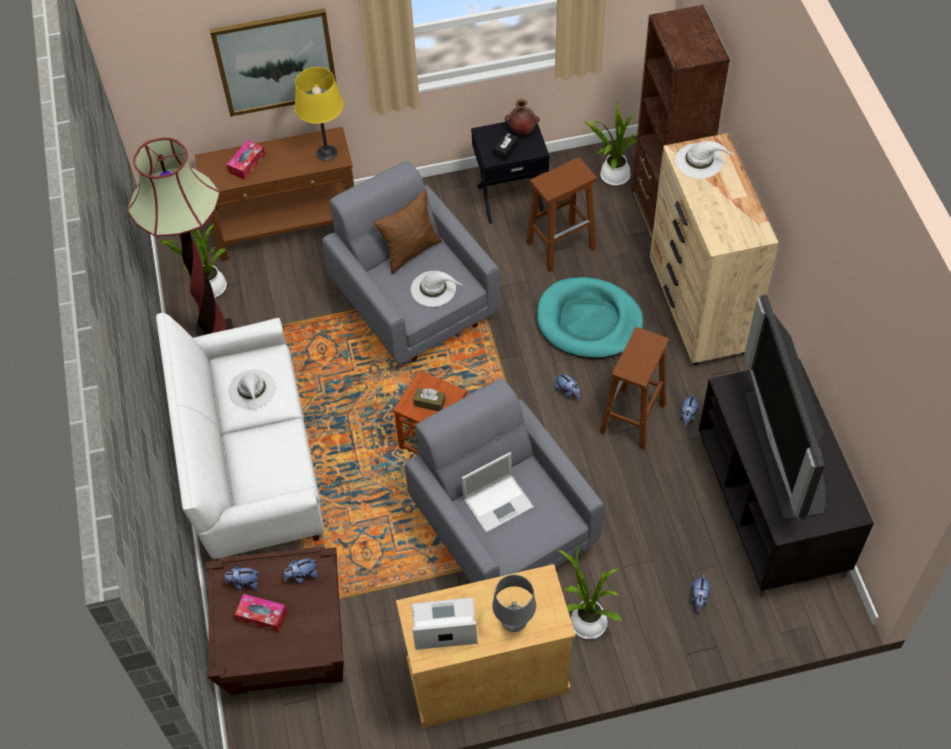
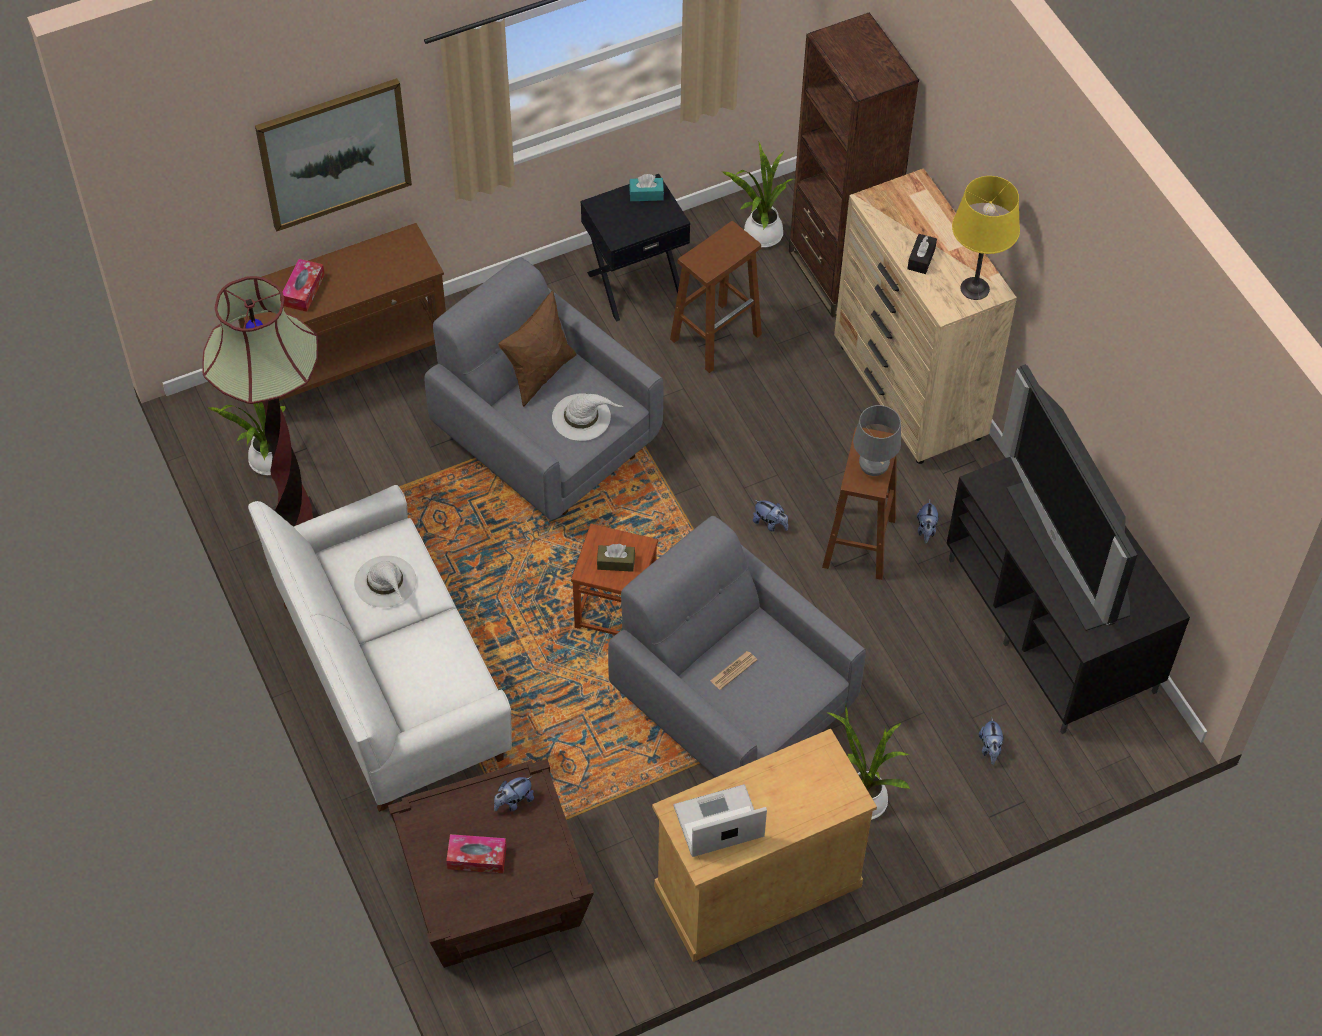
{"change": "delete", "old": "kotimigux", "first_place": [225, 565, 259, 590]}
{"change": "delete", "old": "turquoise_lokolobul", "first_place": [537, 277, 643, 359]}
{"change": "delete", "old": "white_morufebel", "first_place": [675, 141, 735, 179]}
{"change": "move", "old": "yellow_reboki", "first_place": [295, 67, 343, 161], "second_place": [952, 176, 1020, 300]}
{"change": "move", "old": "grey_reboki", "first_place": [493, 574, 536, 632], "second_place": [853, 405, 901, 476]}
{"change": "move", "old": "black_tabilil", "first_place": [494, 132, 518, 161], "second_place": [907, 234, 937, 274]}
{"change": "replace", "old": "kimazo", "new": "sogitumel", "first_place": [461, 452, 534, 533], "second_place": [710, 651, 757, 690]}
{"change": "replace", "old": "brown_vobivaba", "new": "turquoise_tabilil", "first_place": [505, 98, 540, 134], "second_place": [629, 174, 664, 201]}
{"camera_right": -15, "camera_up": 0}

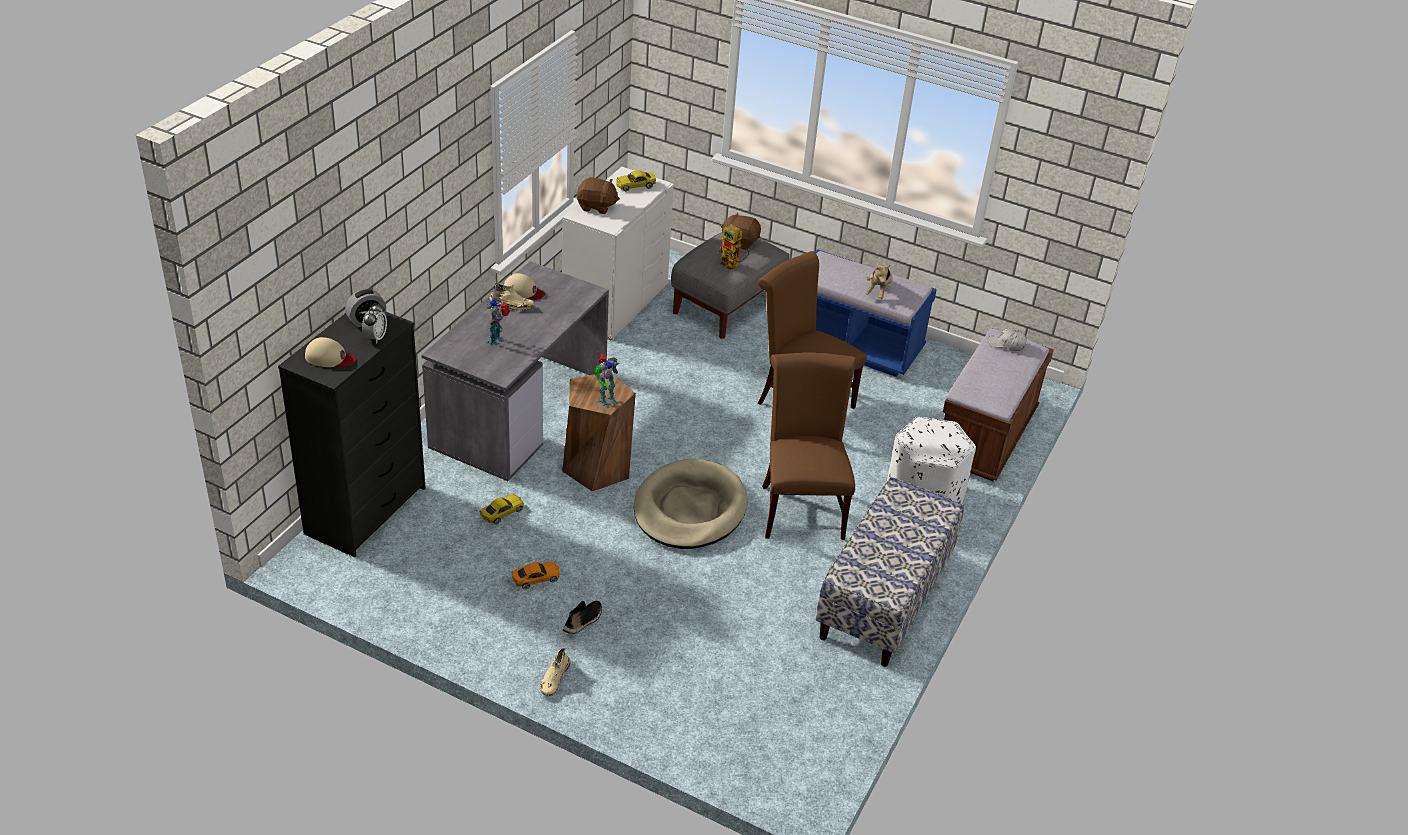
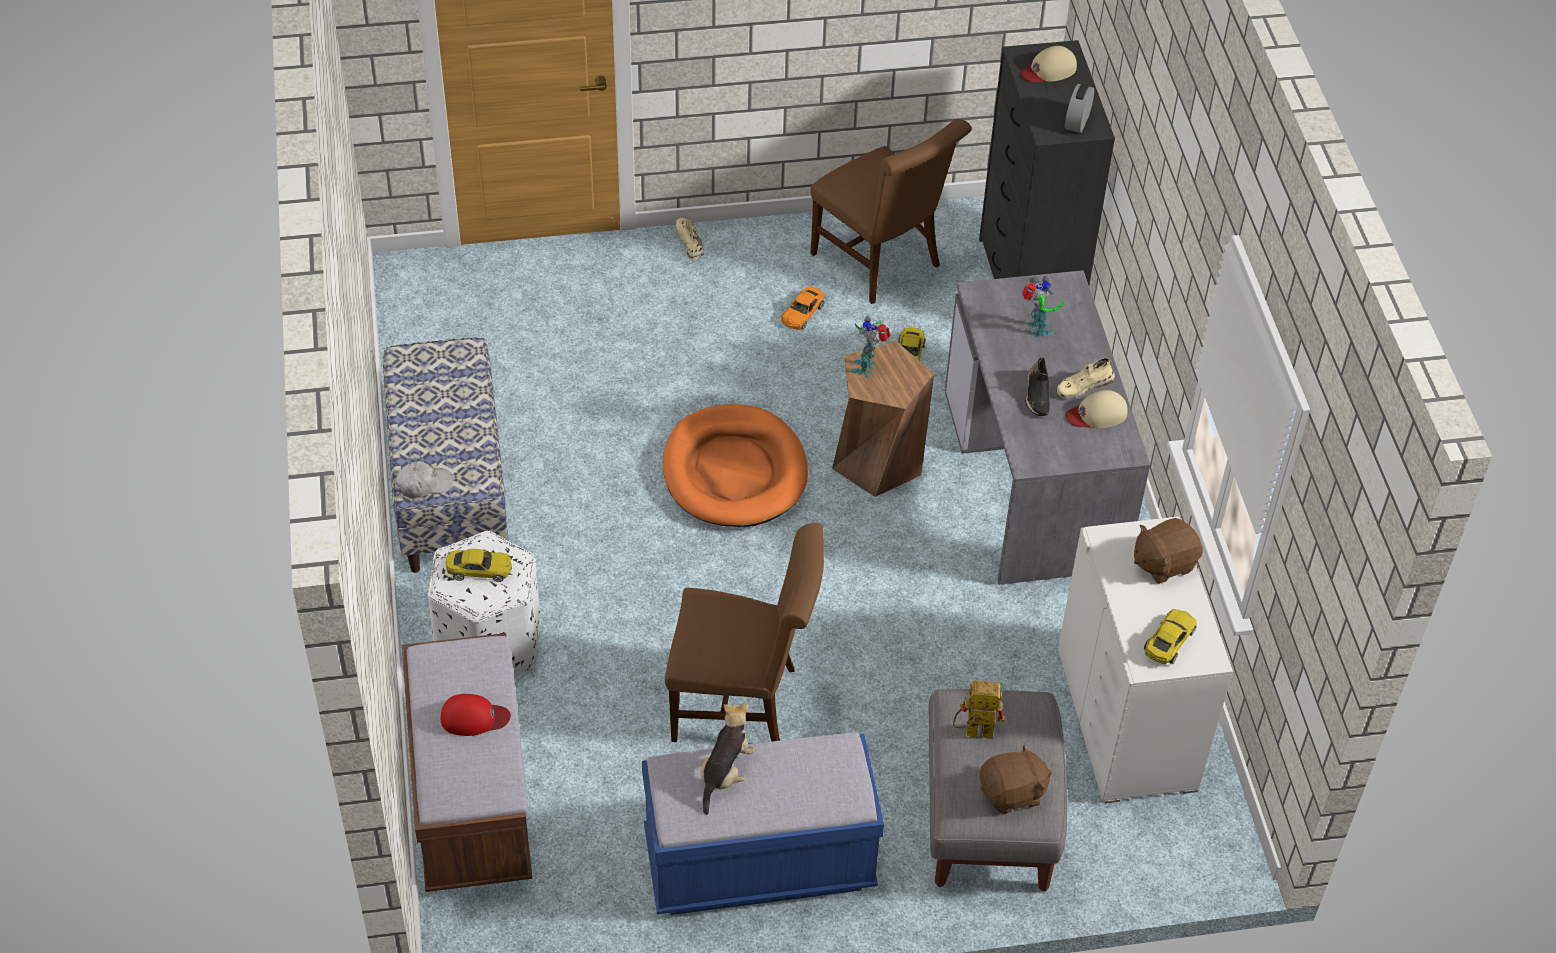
{"change": "delete", "old": "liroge", "first_place": [362, 303, 387, 344]}
{"change": "insert", "new": "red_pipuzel", "second_place": [441, 694, 511, 736]}
{"change": "insert", "new": "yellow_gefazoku", "second_place": [446, 549, 512, 582]}
{"change": "move", "old": "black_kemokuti", "first_place": [563, 601, 602, 634], "second_place": [1026, 357, 1050, 416]}
{"change": "move", "old": "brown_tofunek", "first_place": [762, 352, 857, 540], "second_place": [810, 119, 972, 304]}
{"change": "move", "old": "white_pipuzel", "first_place": [988, 328, 1027, 351], "second_place": [396, 461, 453, 497]}
{"change": "recolor", "old": "beige_lokolobul", "new": "orange_lokolobul", "first_place": [634, 459, 747, 549], "second_place": [663, 404, 808, 527]}
{"change": "rotate", "old": "kotimigux", "first_place": [865, 265, 892, 299], "second_place": [701, 702, 755, 815], "degrees": 45}
{"camera_right": 145, "camera_up": 10}

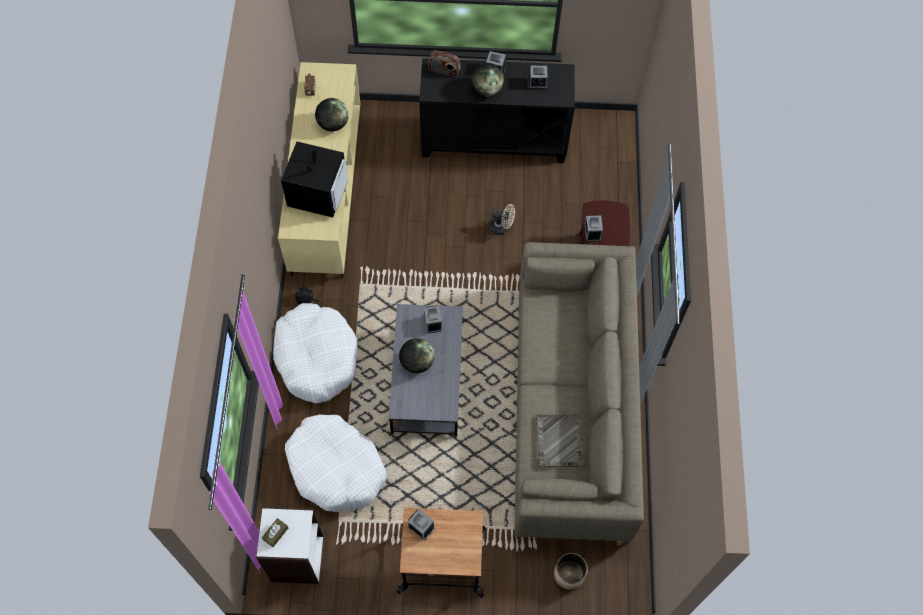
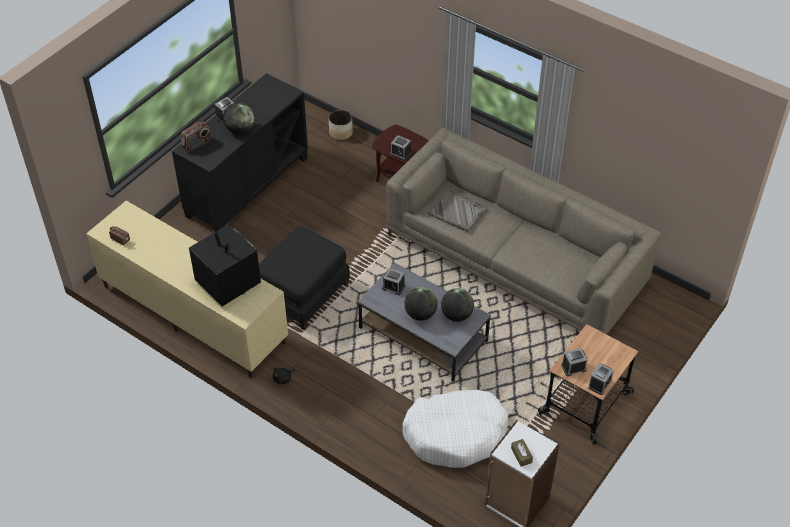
{"change": "delete", "old": "white_lokolobul", "first_place": [273, 303, 358, 403]}
{"change": "delete", "old": "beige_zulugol", "first_place": [489, 204, 515, 235]}
{"change": "insert", "new": "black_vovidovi", "second_place": [259, 226, 350, 330]}
{"change": "move", "old": "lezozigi", "first_place": [315, 98, 349, 131], "second_place": [441, 288, 474, 322]}
{"change": "move", "old": "liroge", "first_place": [527, 66, 548, 89], "second_place": [588, 363, 614, 395]}
{"change": "move", "old": "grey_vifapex", "first_place": [536, 414, 585, 467], "second_place": [428, 189, 488, 232]}
{"change": "move", "old": "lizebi", "first_place": [554, 553, 588, 590], "second_place": [329, 110, 353, 140]}
{"camera_right": -55, "camera_up": -15}

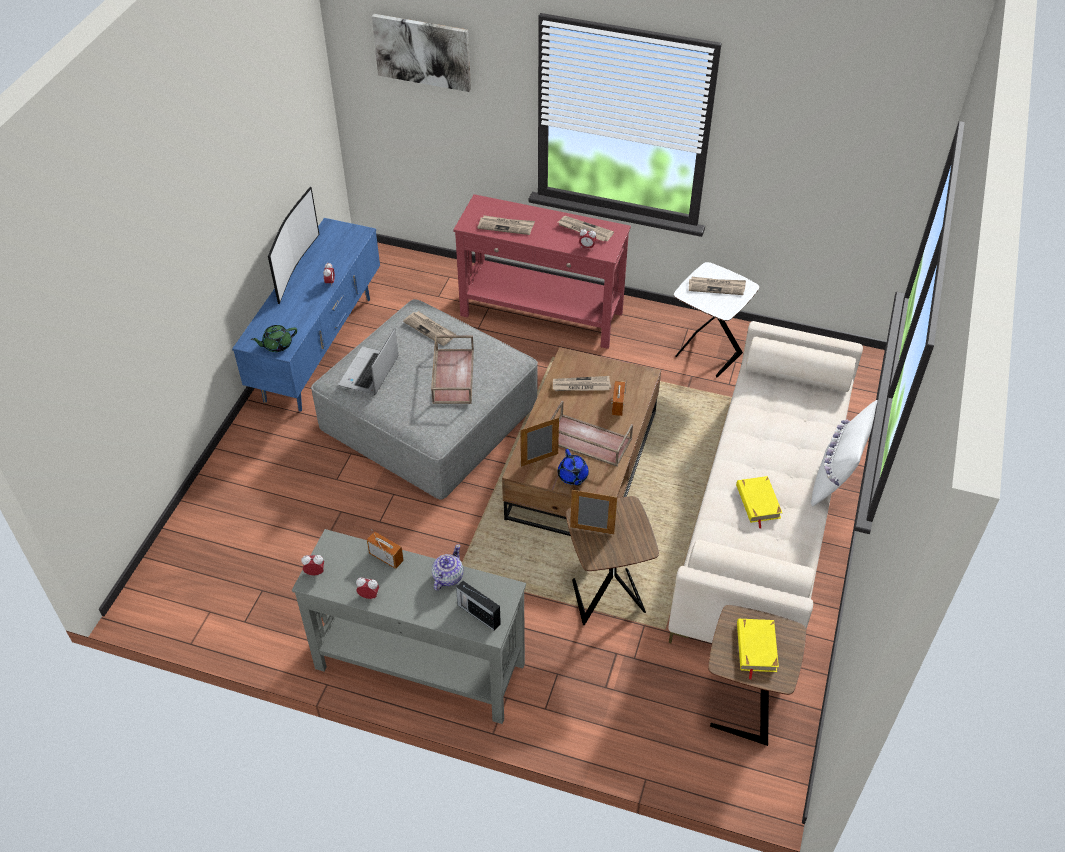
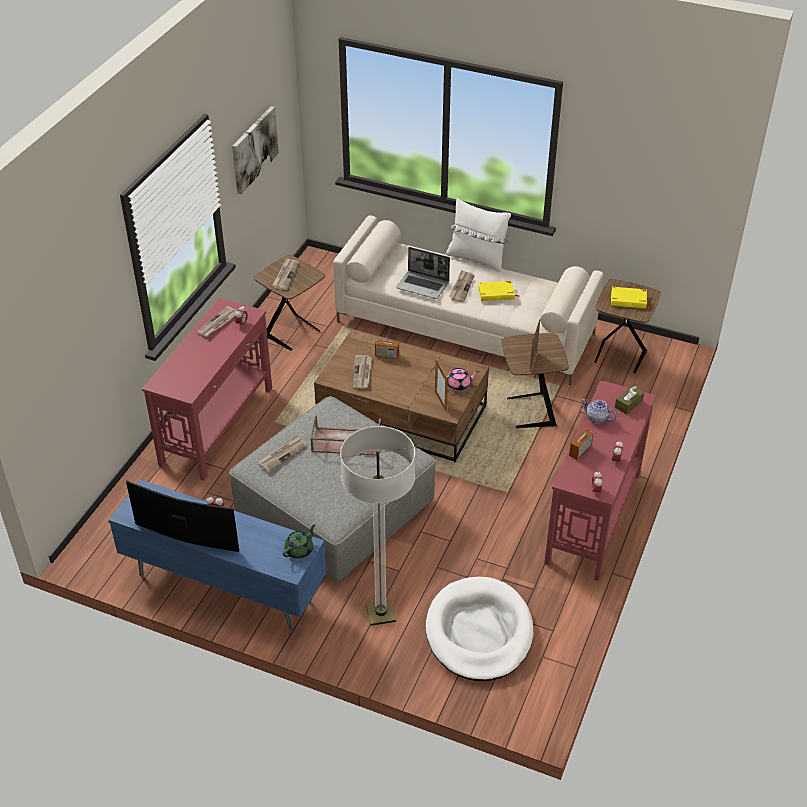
{"change": "delete", "old": "brown_vifapex", "first_place": [550, 401, 633, 467]}
{"change": "insert", "new": "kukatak", "second_place": [340, 426, 415, 626]}
{"change": "insert", "new": "white_lokolobul", "second_place": [426, 577, 533, 681]}
{"change": "move", "old": "kimazo", "first_place": [339, 328, 398, 395], "second_place": [396, 247, 450, 299]}
{"change": "move", "old": "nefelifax", "first_place": [372, 14, 471, 92], "second_place": [232, 106, 279, 194]}
{"change": "move", "old": "sogitumel", "first_place": [477, 215, 535, 235], "second_place": [449, 270, 475, 302]}
{"change": "replace", "old": "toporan", "new": "brown_tabilil", "first_place": [456, 581, 501, 631], "second_place": [615, 386, 644, 414]}
{"change": "recolor", "old": "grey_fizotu", "new": "red_fizotu", "first_place": [292, 529, 526, 724], "second_place": [544, 380, 656, 581]}
{"change": "recolor", "old": "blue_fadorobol", "new": "pink_fadorobol", "first_place": [558, 449, 589, 486], "second_place": [447, 368, 480, 391]}
{"change": "recolor", "old": "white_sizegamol", "new": "brown_sizegamol", "first_place": [674, 262, 759, 377], "second_place": [253, 255, 325, 351]}
{"change": "rotate", "old": "green_fadorobol", "first_place": [251, 325, 297, 352], "second_place": [283, 524, 315, 559], "degrees": -120}
{"camera_right": -85, "camera_up": -5}

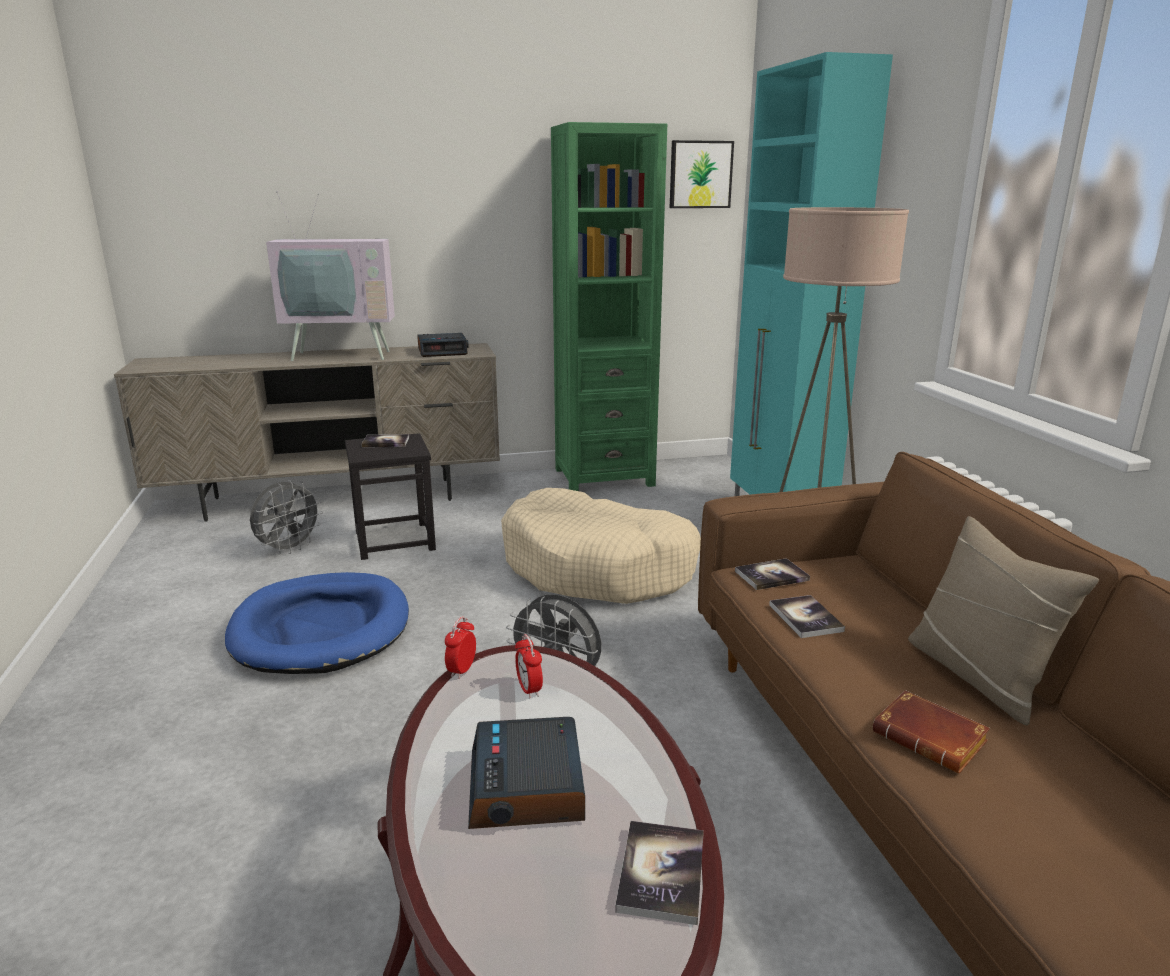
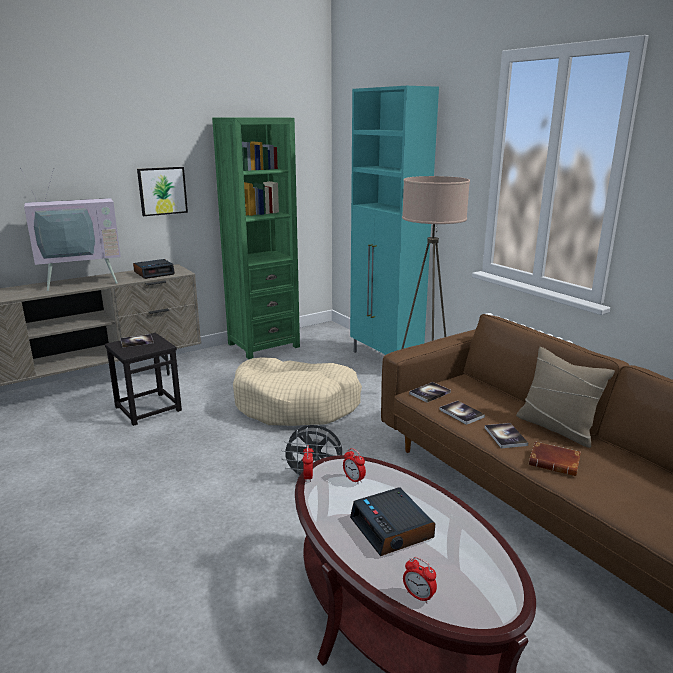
{"change": "delete", "old": "blue_lokolobul", "first_place": [225, 572, 409, 674]}
{"change": "delete", "old": "grey_zulugol", "first_place": [250, 480, 323, 554]}
{"change": "insert", "new": "liroge", "second_place": [403, 557, 437, 604]}
{"change": "move", "old": "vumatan", "first_place": [615, 821, 704, 925], "second_place": [485, 423, 528, 448]}
{"change": "move", "old": "nefelifax", "first_place": [670, 140, 734, 208], "second_place": [137, 167, 188, 216]}
{"camera_right": -20, "camera_up": 0}

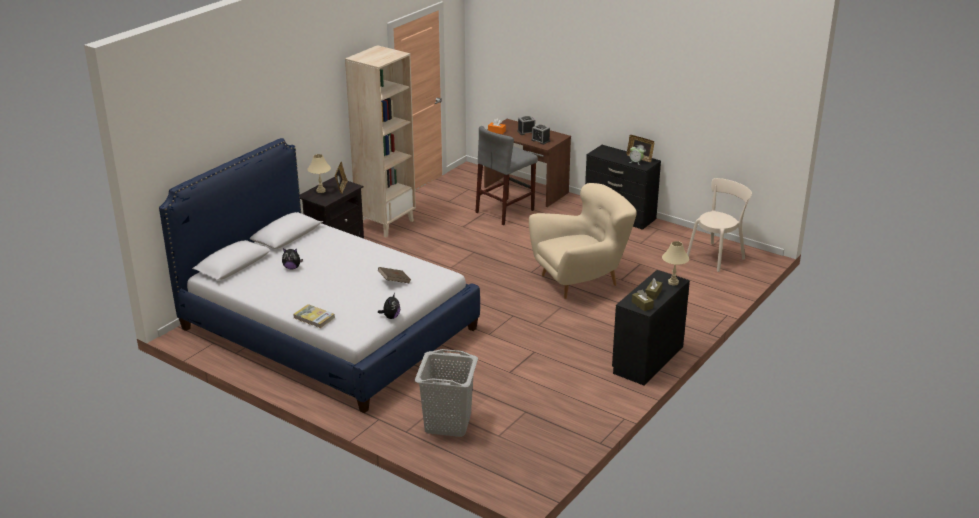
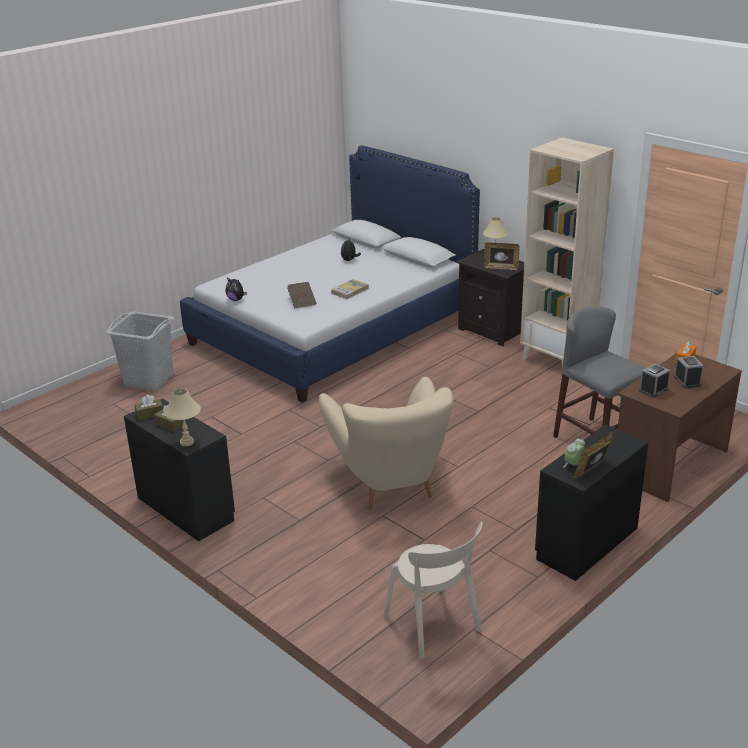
{"change": "move", "old": "vumatan", "first_place": [293, 304, 335, 328], "second_place": [331, 279, 369, 299]}
{"camera_right": 100, "camera_up": 0}

